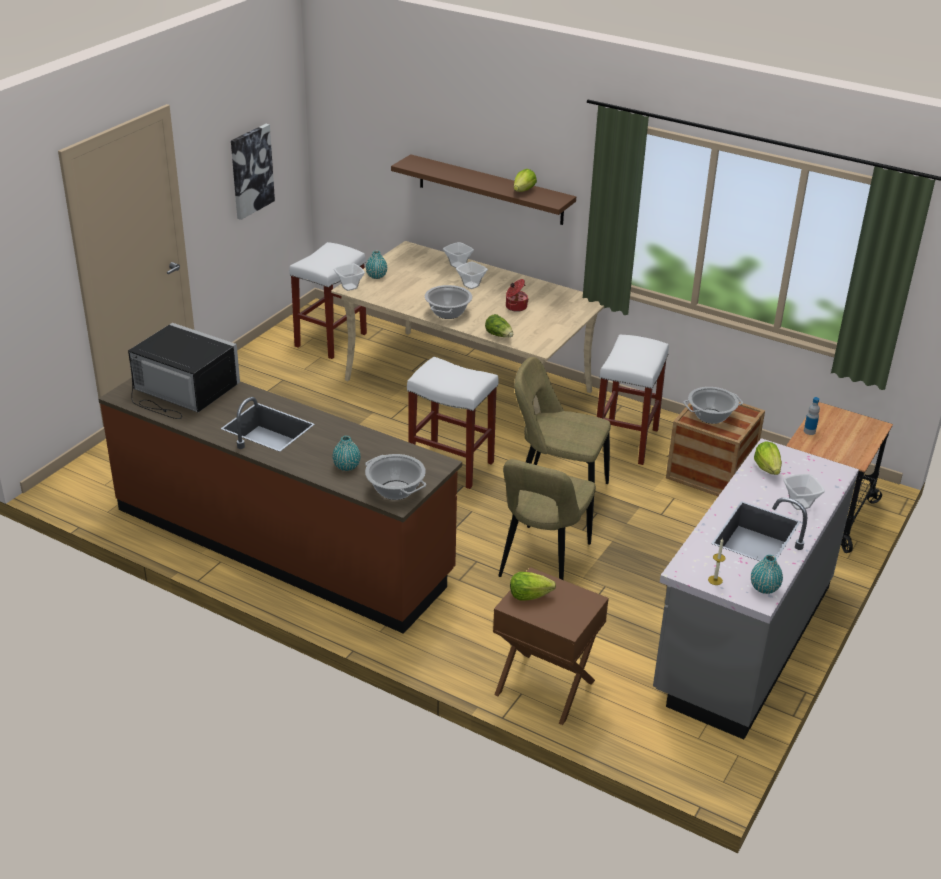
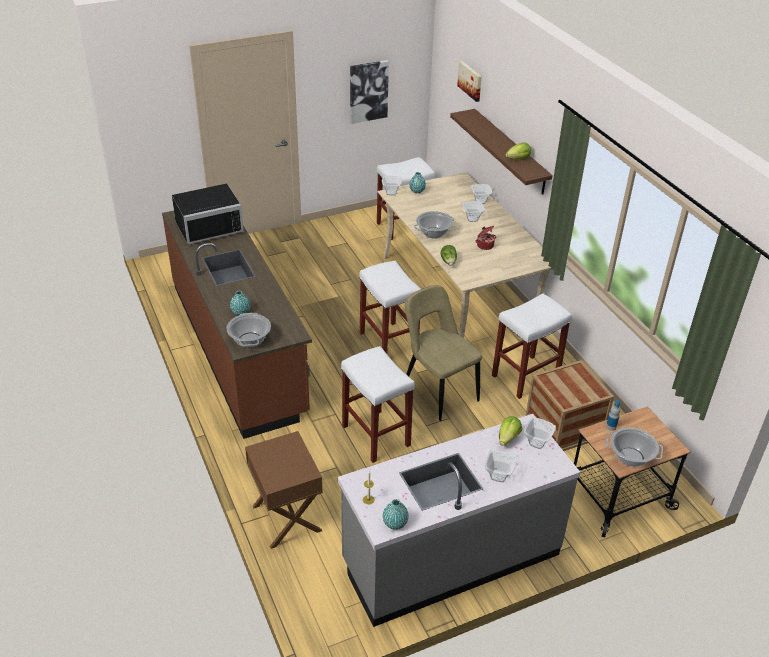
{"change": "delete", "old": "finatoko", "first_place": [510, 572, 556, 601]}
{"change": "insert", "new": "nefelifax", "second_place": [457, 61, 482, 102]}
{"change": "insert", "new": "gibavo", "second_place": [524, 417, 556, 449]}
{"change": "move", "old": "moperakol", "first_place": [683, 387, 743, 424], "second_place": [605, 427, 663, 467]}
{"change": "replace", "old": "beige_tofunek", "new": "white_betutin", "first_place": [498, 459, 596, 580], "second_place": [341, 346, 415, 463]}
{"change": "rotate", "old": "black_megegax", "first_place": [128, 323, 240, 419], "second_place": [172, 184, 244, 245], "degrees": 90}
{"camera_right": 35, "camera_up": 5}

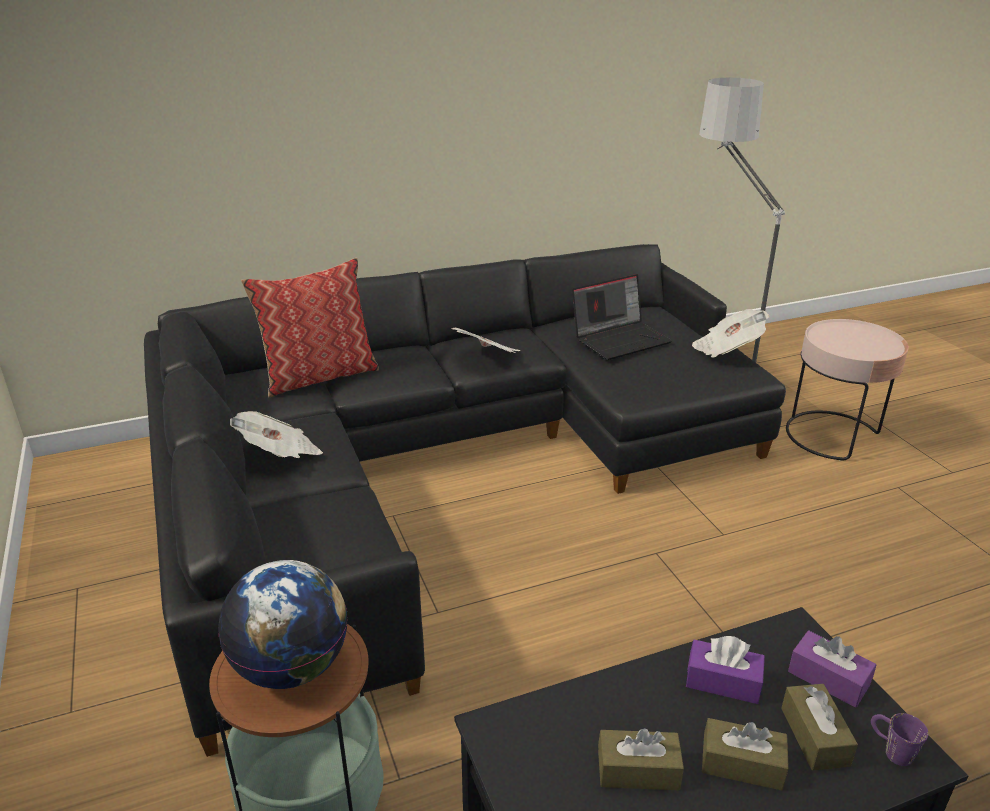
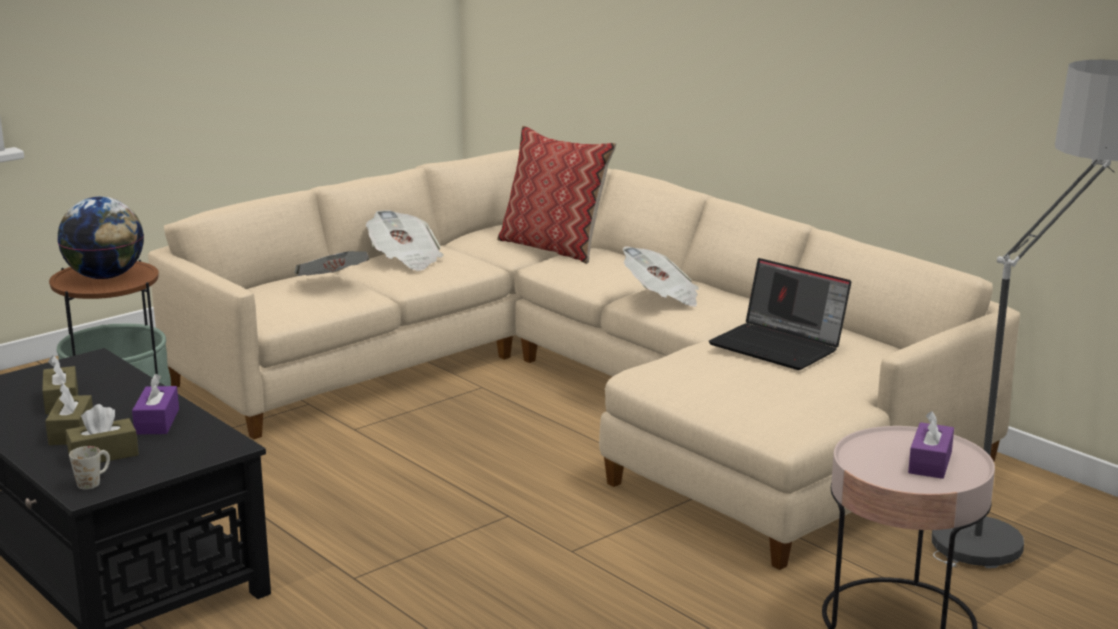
{"change": "move", "old": "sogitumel", "first_place": [692, 309, 770, 358], "second_place": [295, 251, 369, 276]}
{"change": "move", "old": "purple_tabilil", "first_place": [788, 630, 876, 708], "second_place": [908, 411, 954, 479]}
{"change": "recolor", "old": "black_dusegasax", "new": "beige_dusegasax", "first_place": [144, 244, 786, 757], "second_place": [148, 149, 1020, 570]}
{"change": "recolor", "old": "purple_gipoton", "new": "white_gipoton", "first_place": [871, 713, 928, 766], "second_place": [69, 446, 110, 490]}
{"camera_right": 70, "camera_up": -10}

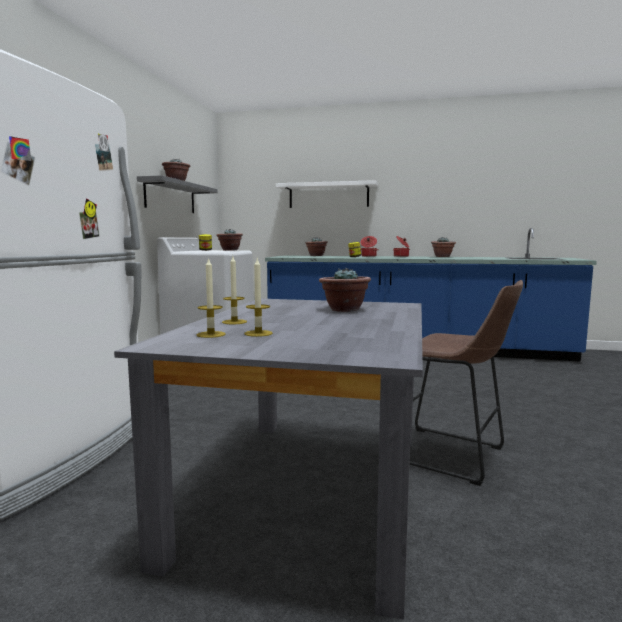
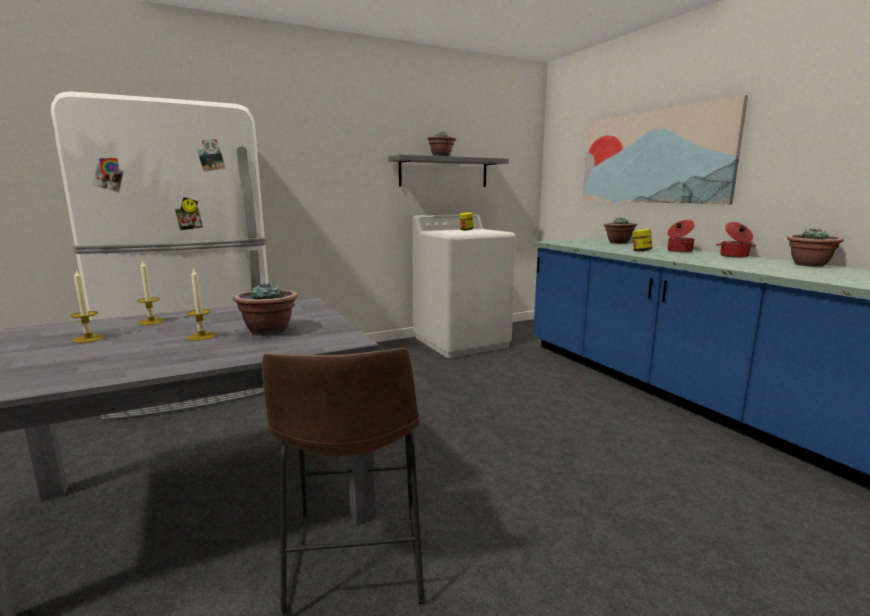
{"change": "delete", "old": "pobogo", "first_place": [216, 229, 243, 251]}
{"change": "move", "old": "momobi", "first_place": [196, 257, 226, 338], "second_place": [187, 269, 216, 341]}
{"change": "replace", "old": "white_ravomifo", "new": "nefelifax", "first_place": [276, 180, 378, 208], "second_place": [582, 95, 748, 205]}
{"camera_right": 50, "camera_up": 5}

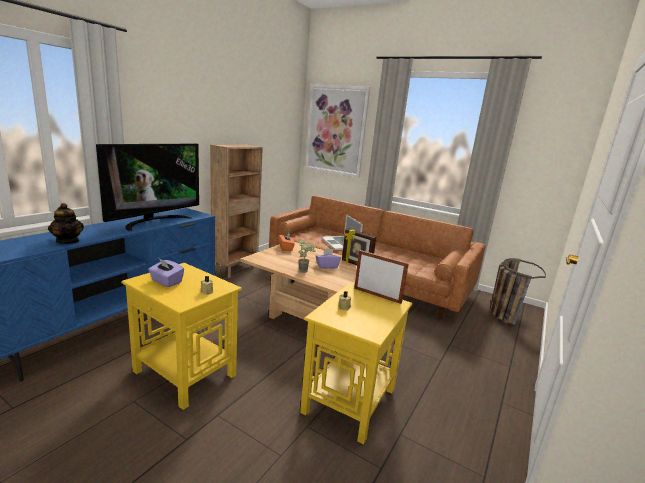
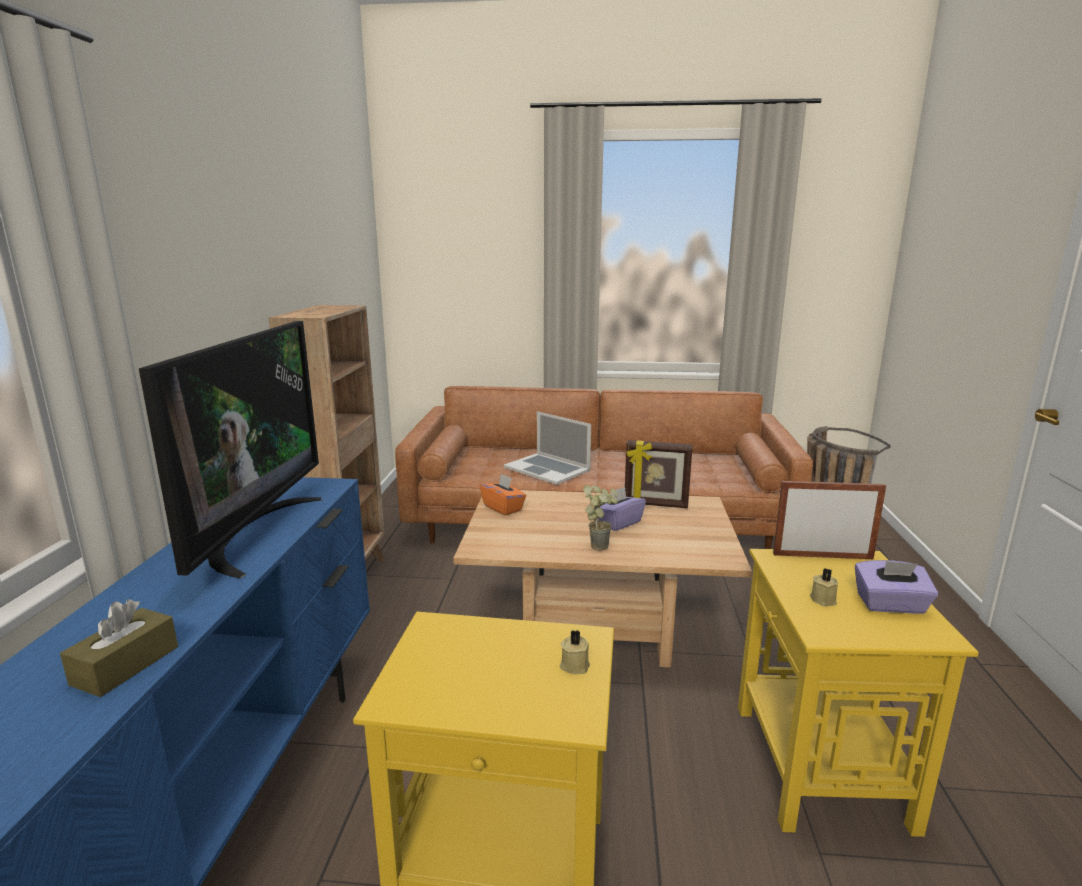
{"change": "delete", "old": "nefelifax", "first_place": [305, 84, 370, 178]}
{"change": "move", "old": "purple_tabilil", "first_place": [148, 258, 184, 287], "second_place": [855, 560, 938, 614]}
{"change": "replace", "old": "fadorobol", "new": "brown_tabilil", "first_place": [48, 203, 84, 244], "second_place": [60, 599, 178, 697]}
{"camera_right": -25, "camera_up": 0}

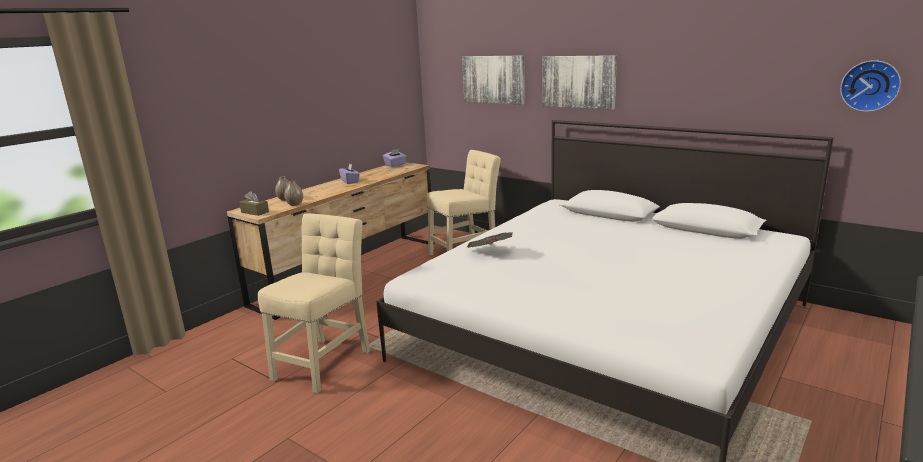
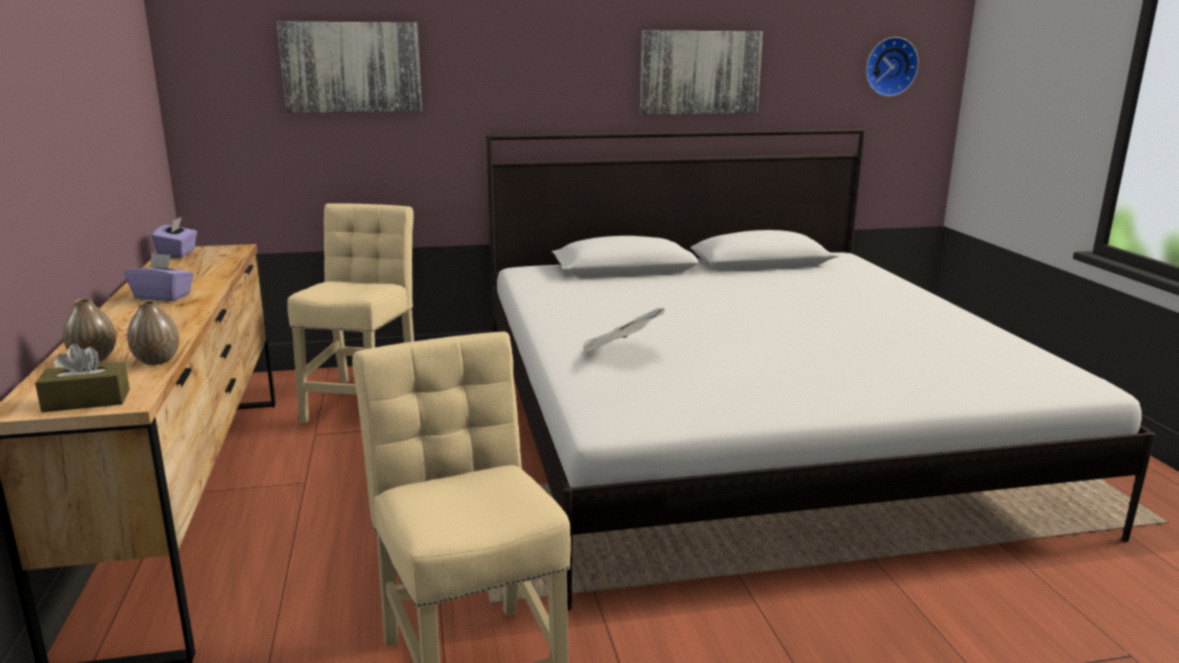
{"change": "move", "old": "nefelifax", "first_place": [542, 55, 617, 110], "second_place": [640, 31, 763, 115]}
{"camera_right": -50, "camera_up": 0}

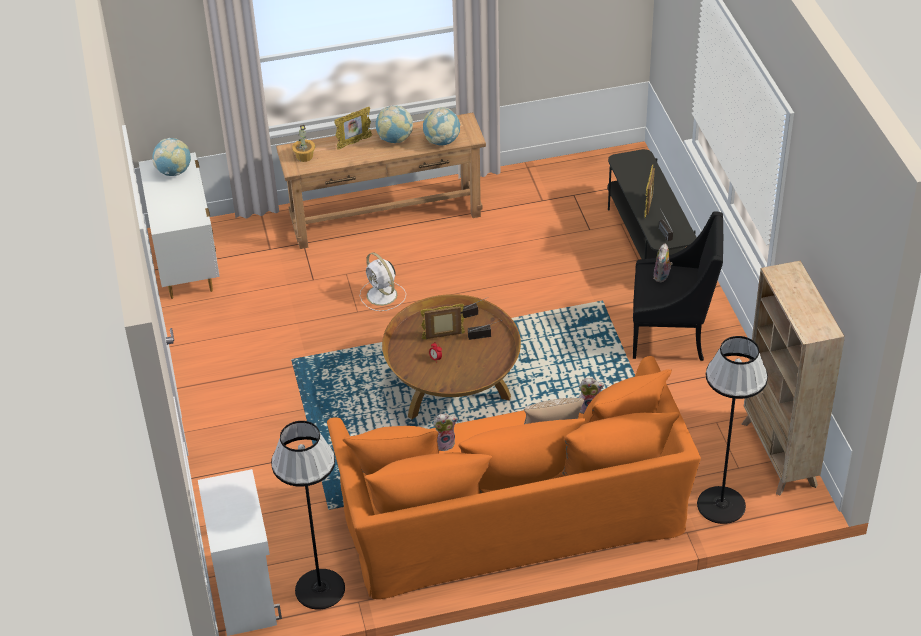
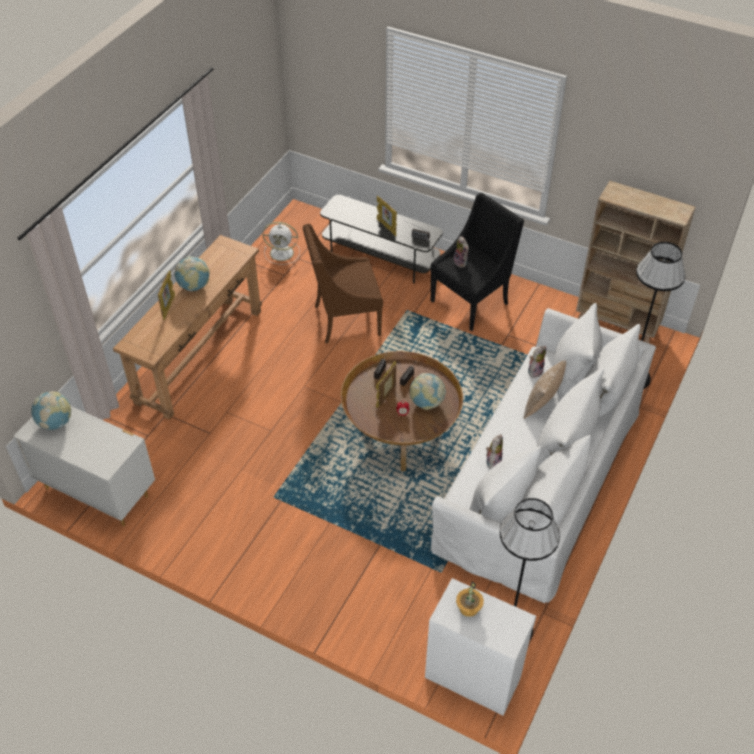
{"change": "insert", "new": "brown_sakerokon", "second_place": [303, 224, 383, 343]}
{"change": "move", "old": "pobogo", "first_place": [292, 125, 315, 162], "second_place": [456, 581, 484, 617]}
{"change": "move", "old": "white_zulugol", "first_place": [360, 252, 406, 311], "second_place": [263, 222, 300, 265]}
{"change": "move", "old": "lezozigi", "first_place": [423, 107, 460, 145], "second_place": [410, 373, 446, 410]}
{"change": "recolor", "old": "orange_dusegasax", "new": "white_dusegasax", "first_place": [327, 356, 701, 599], "second_place": [430, 303, 656, 603]}
{"camera_right": -50, "camera_up": 5}

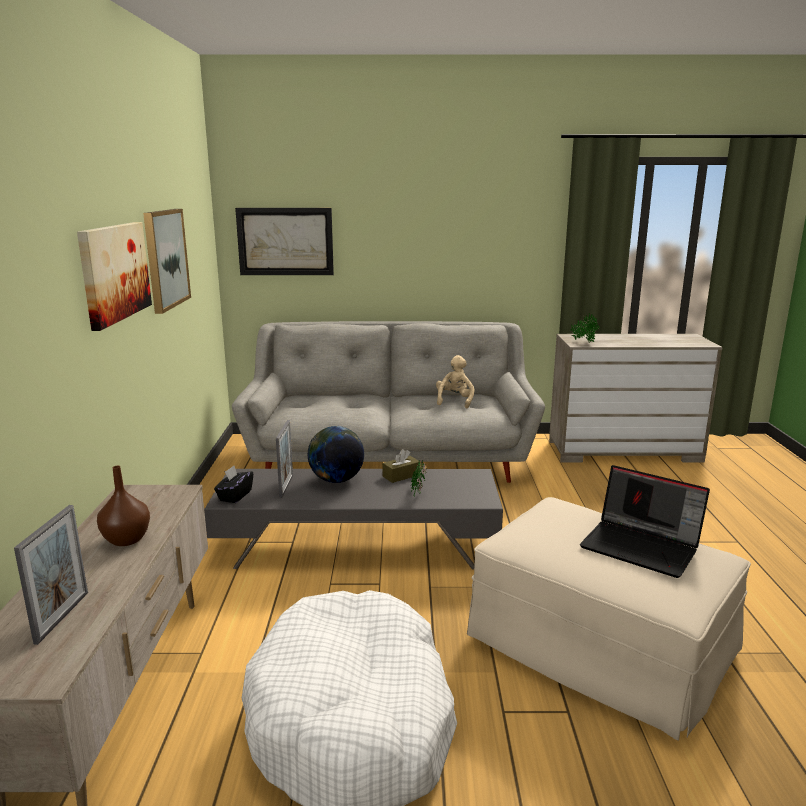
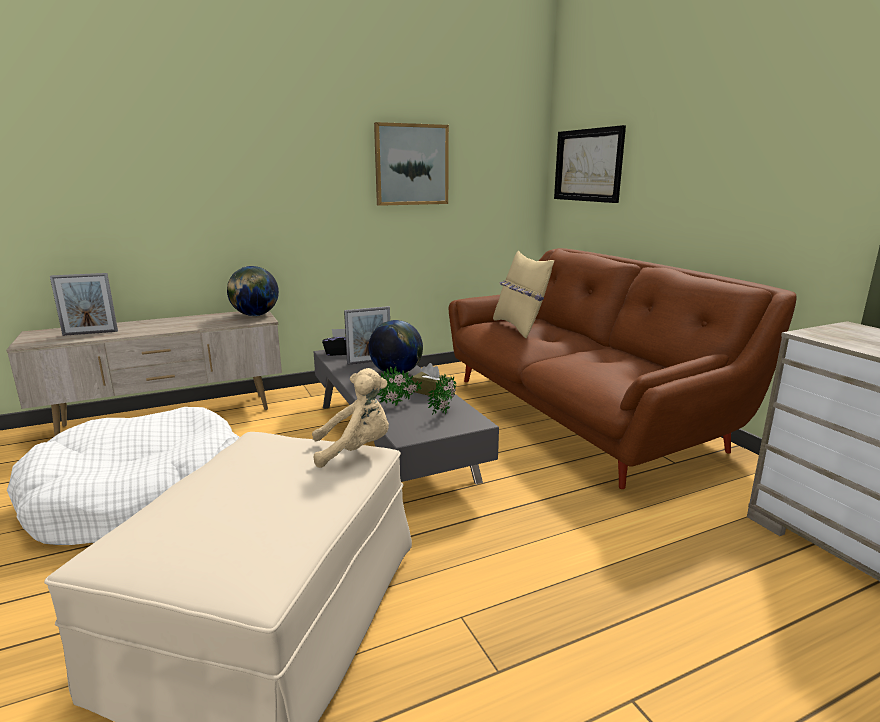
{"change": "delete", "old": "nefelifax", "first_place": [77, 222, 152, 331]}
{"change": "delete", "old": "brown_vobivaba", "first_place": [97, 466, 150, 546]}
{"change": "delete", "old": "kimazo", "first_place": [580, 465, 710, 578]}
{"change": "insert", "new": "lezozigi", "second_place": [227, 266, 279, 316]}
{"change": "insert", "new": "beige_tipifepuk", "second_place": [493, 251, 554, 338]}
{"change": "move", "old": "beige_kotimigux", "first_place": [436, 355, 474, 408], "second_place": [312, 368, 389, 468]}
{"change": "move", "old": "pobogo", "first_place": [570, 314, 600, 343], "second_place": [428, 374, 456, 415]}
{"change": "recolor", "old": "grey_dusegasax", "new": "brown_dusegasax", "first_place": [232, 321, 545, 483], "second_place": [449, 248, 796, 489]}
{"camera_right": 65, "camera_up": 0}

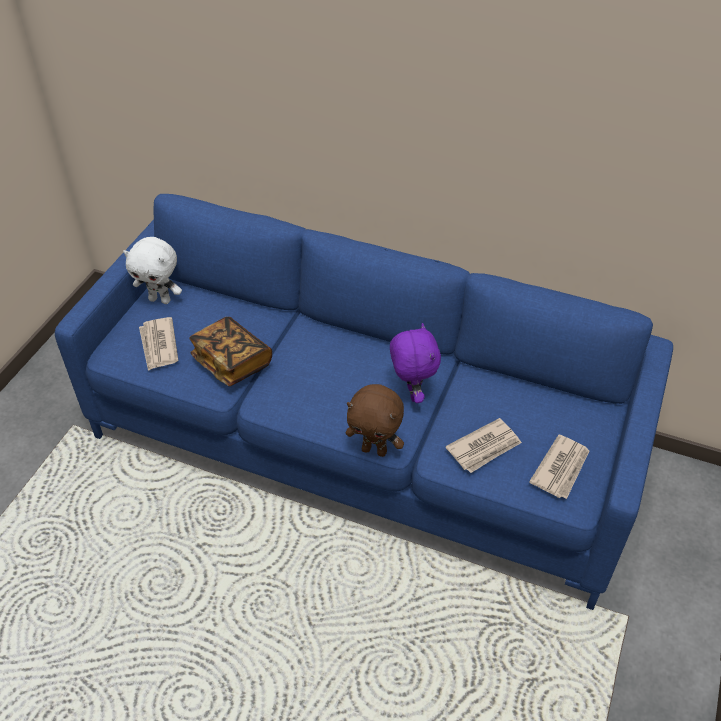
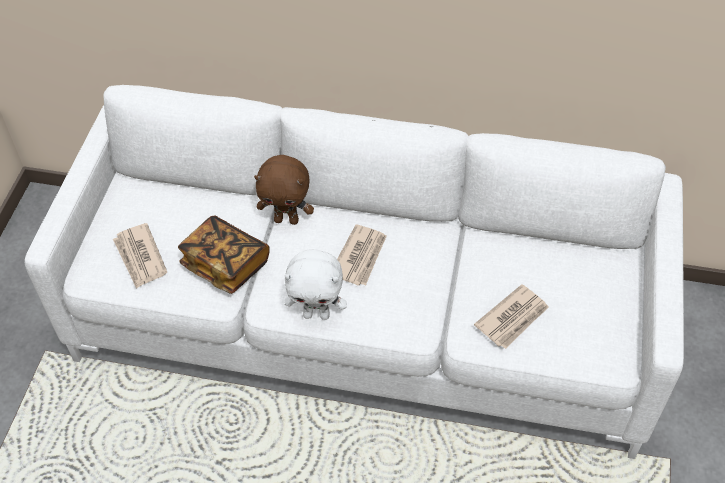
{"change": "delete", "old": "purple_kotimigux", "first_place": [390, 323, 441, 403]}
{"change": "move", "old": "white_kotimigux", "first_place": [123, 237, 182, 304], "second_place": [284, 249, 347, 320]}
{"change": "move", "old": "brown_kotimigux", "first_place": [346, 384, 404, 457], "second_place": [254, 155, 314, 225]}
{"change": "move", "old": "sogitumel", "first_place": [529, 435, 589, 499], "second_place": [337, 225, 387, 285]}
{"change": "recolor", "old": "blue_dusegasax", "new": "white_dusegasax", "first_place": [55, 194, 673, 610], "second_place": [25, 85, 684, 459]}
{"camera_right": -10, "camera_up": 5}

